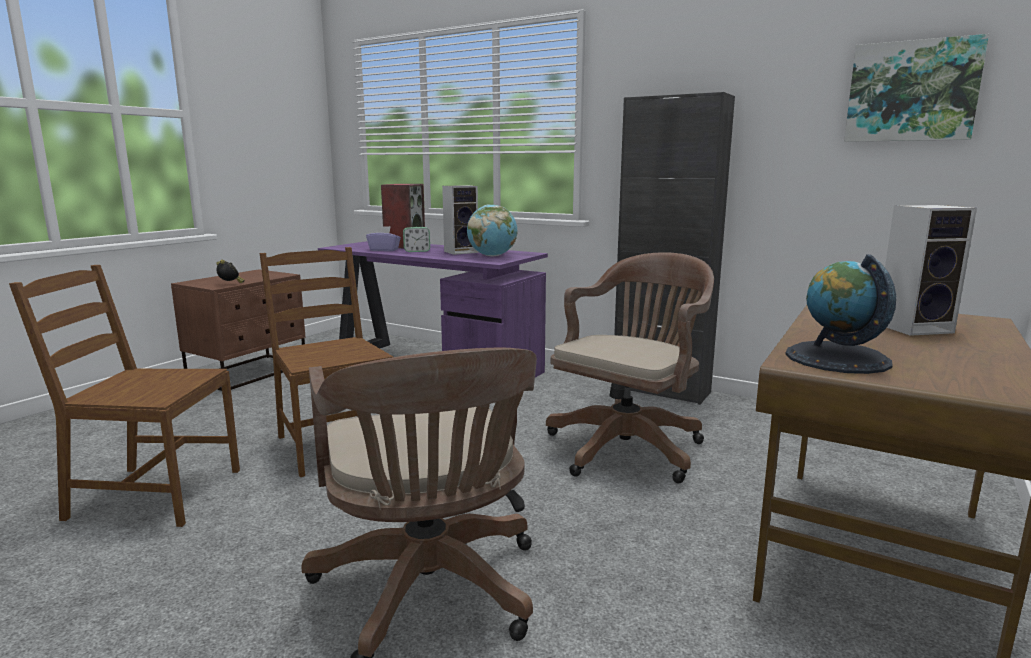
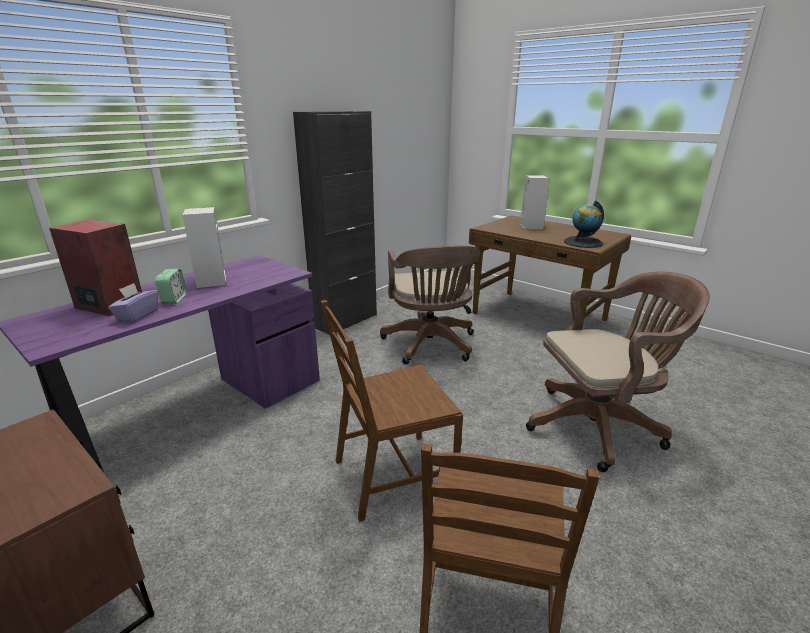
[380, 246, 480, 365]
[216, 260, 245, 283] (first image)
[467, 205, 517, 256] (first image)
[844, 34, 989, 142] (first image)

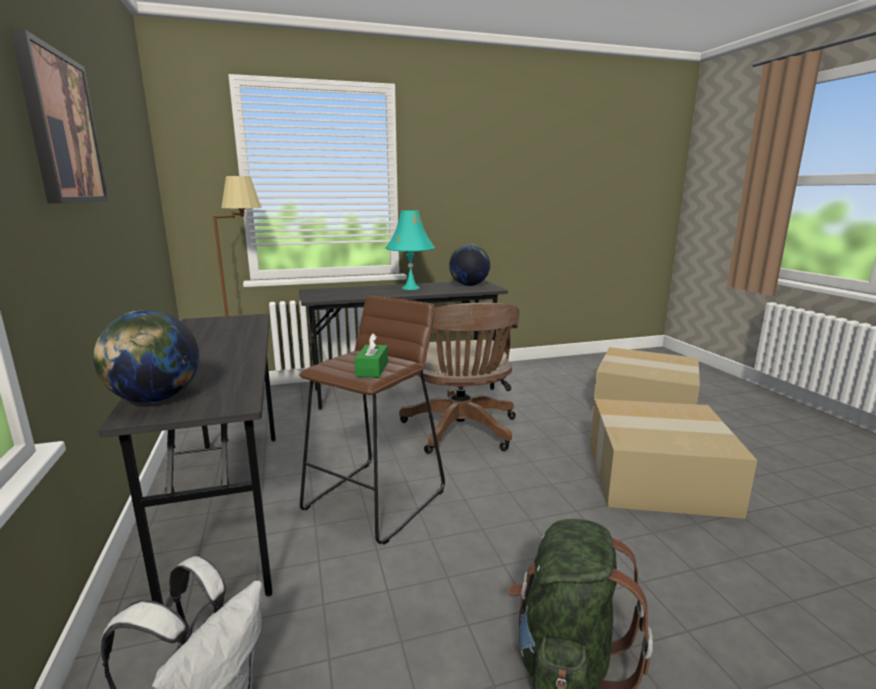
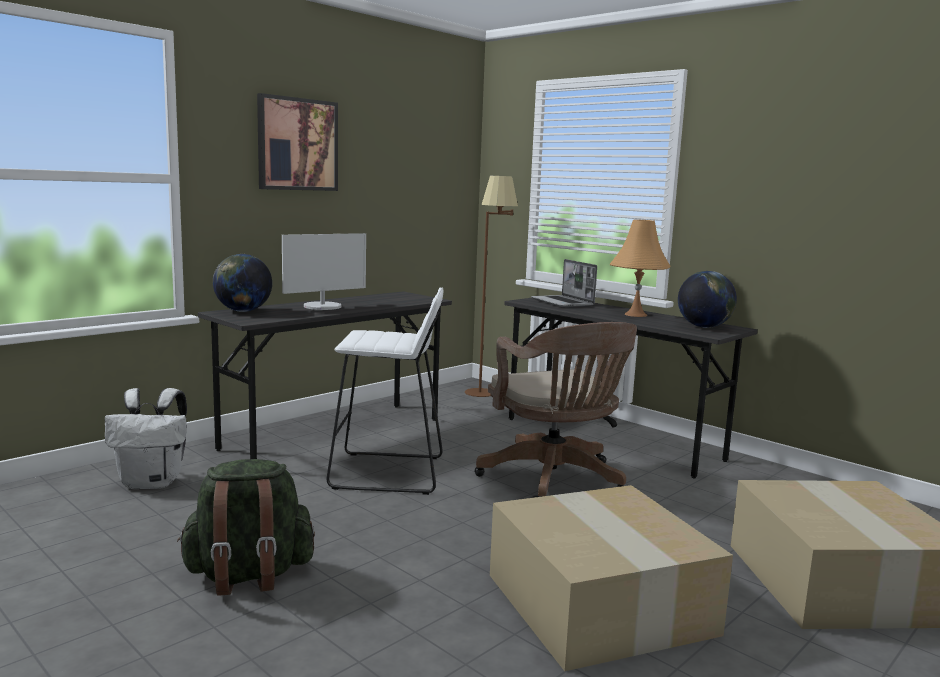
[282, 233, 366, 310]
[326, 288, 444, 495]
[474, 322, 637, 498]
[531, 259, 597, 308]
[610, 220, 671, 317]
[355, 333, 388, 378] (first image)

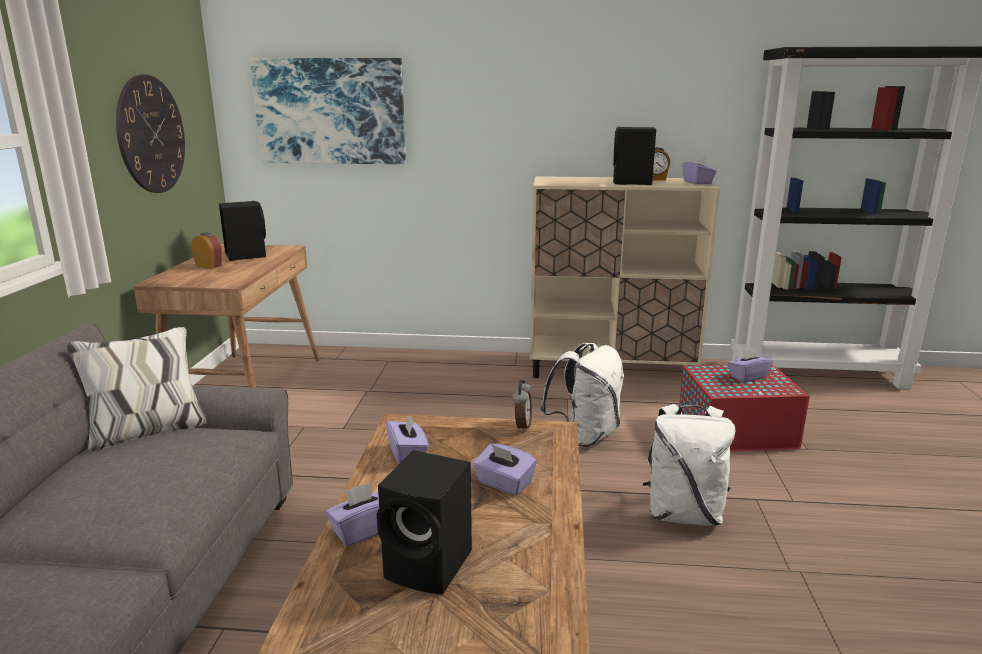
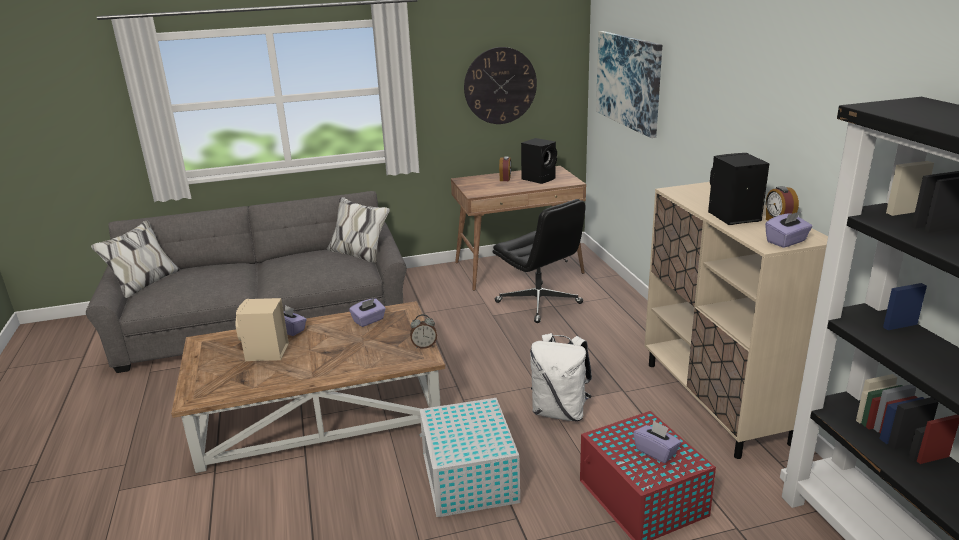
[236, 298, 289, 361]
[420, 398, 520, 517]
[493, 199, 586, 323]
[473, 444, 537, 495] (first image)

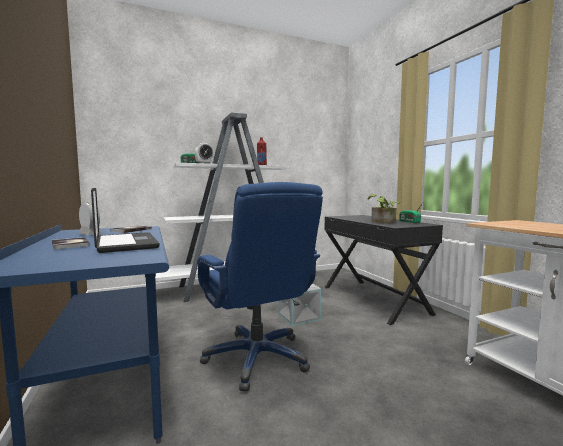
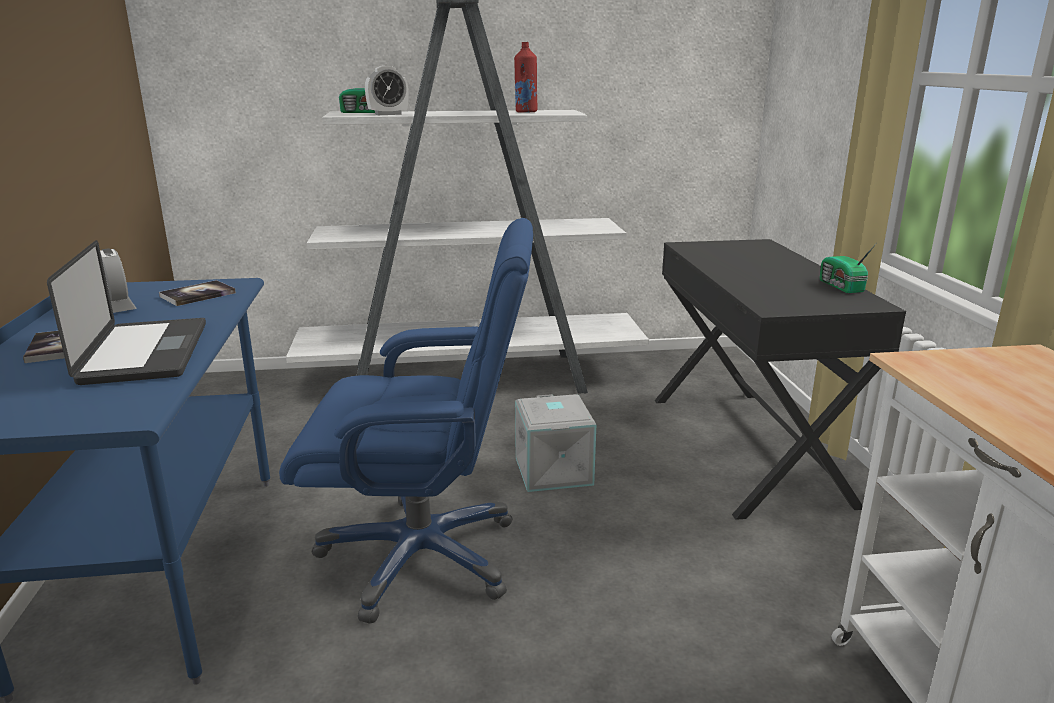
[279, 218, 533, 624]
[368, 194, 400, 223] (first image)

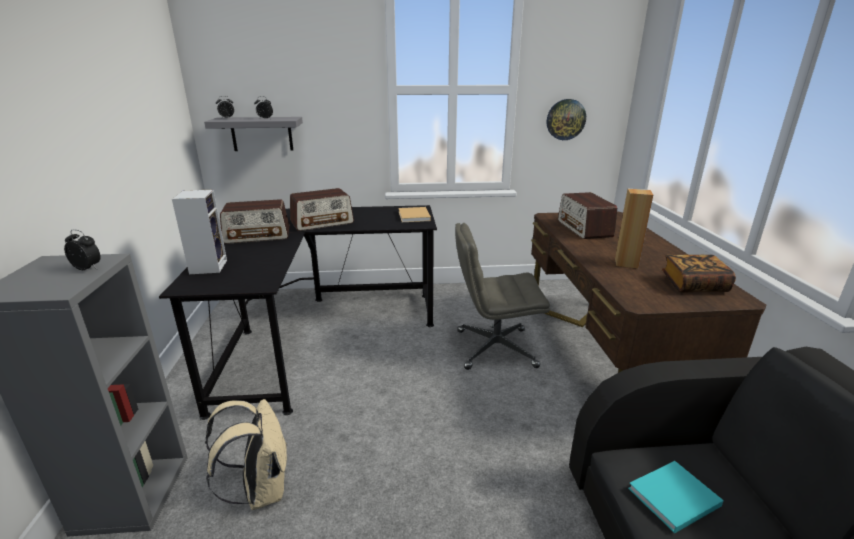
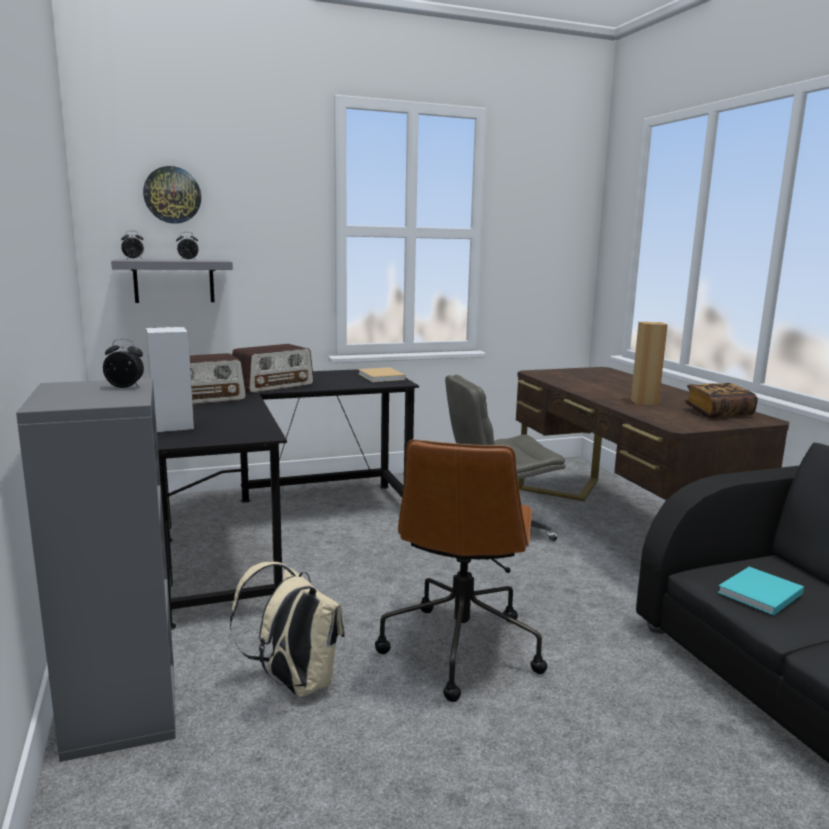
[143, 166, 201, 224]
[375, 439, 547, 702]
[558, 192, 617, 239] (first image)

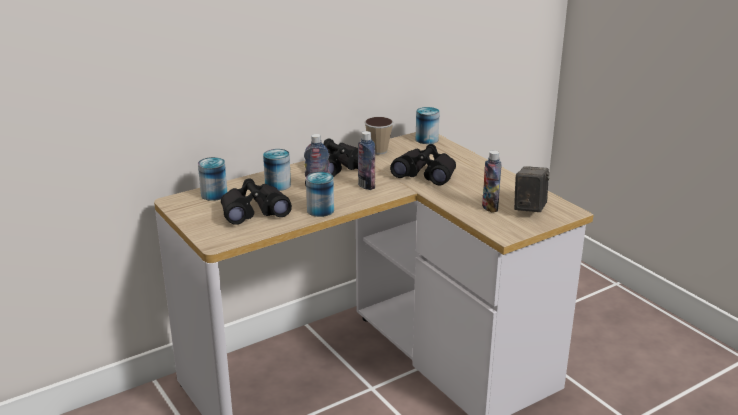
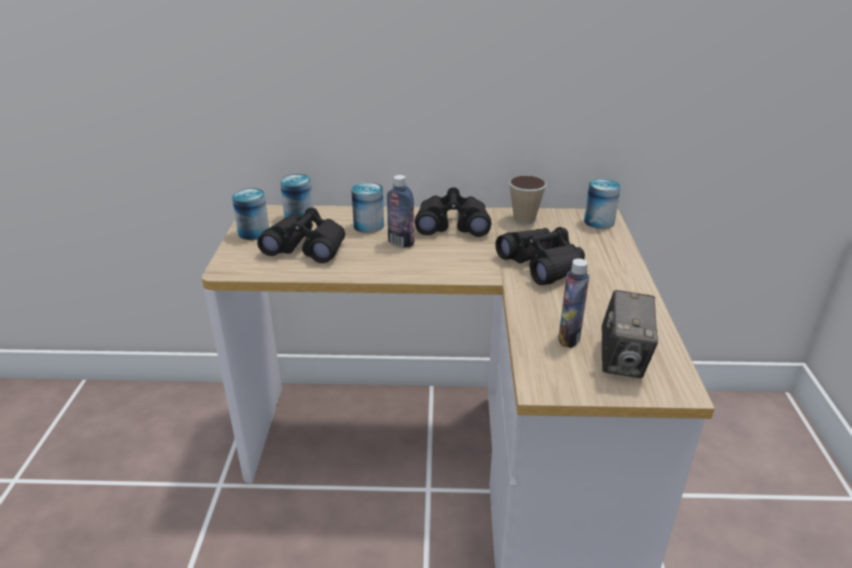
[232, 188, 269, 240]
[601, 290, 658, 378]
[358, 131, 375, 190] (first image)

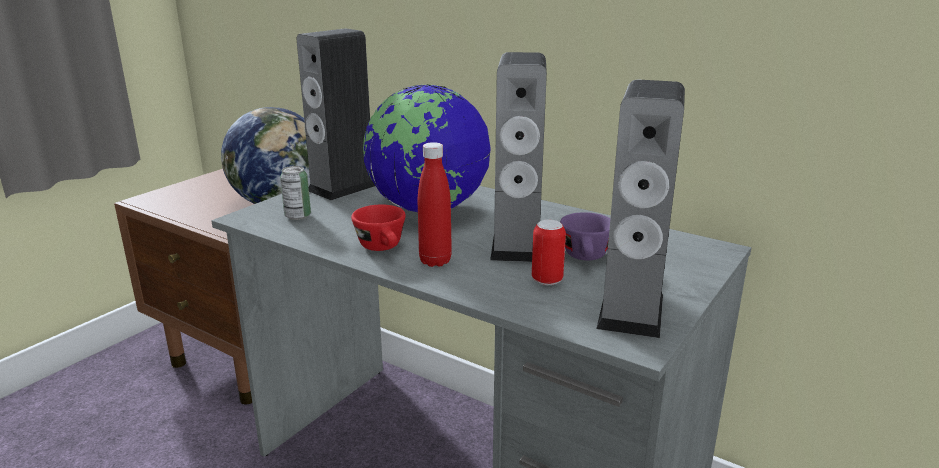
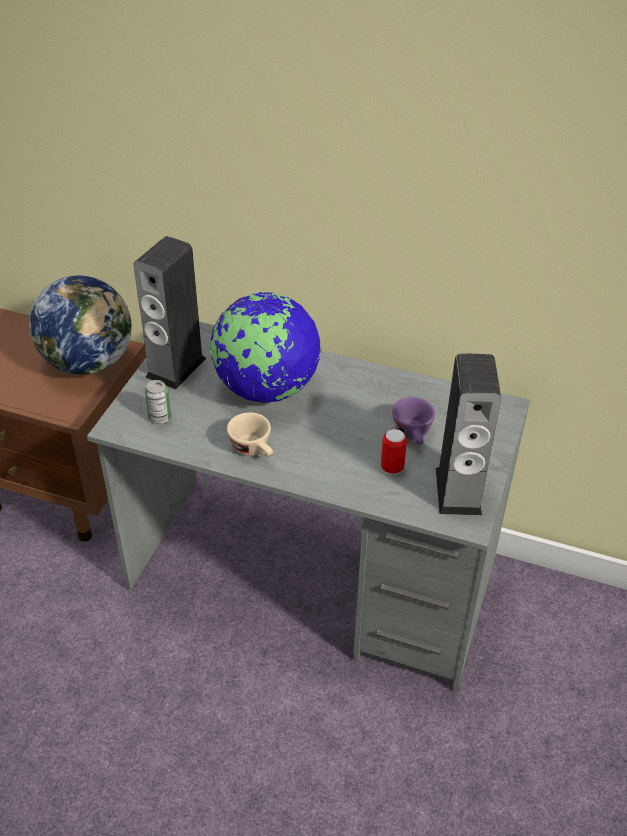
[227, 412, 273, 457]
[418, 142, 452, 267] (first image)
[490, 52, 547, 262] (first image)

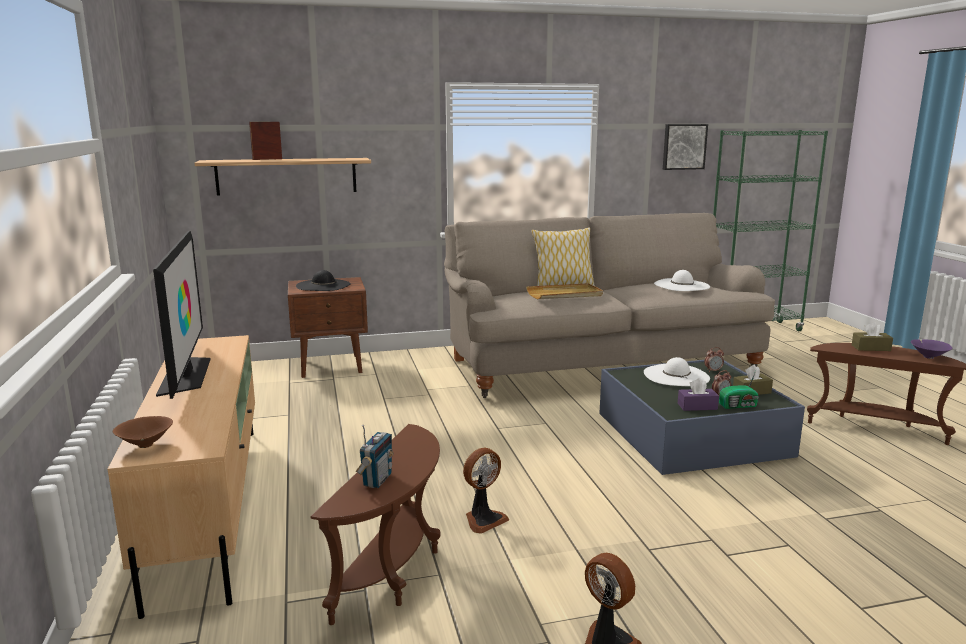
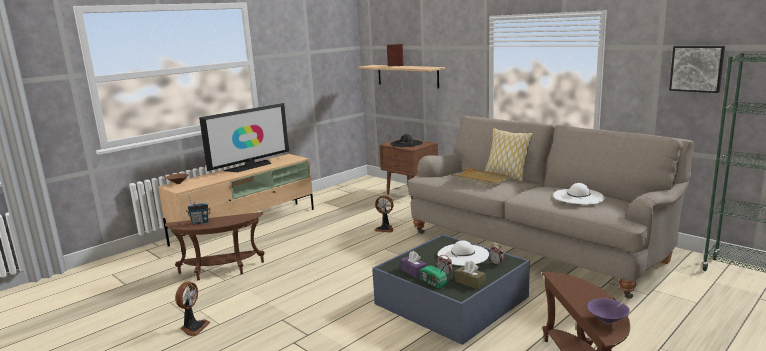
[374, 195, 394, 233]
[852, 322, 893, 351] (first image)

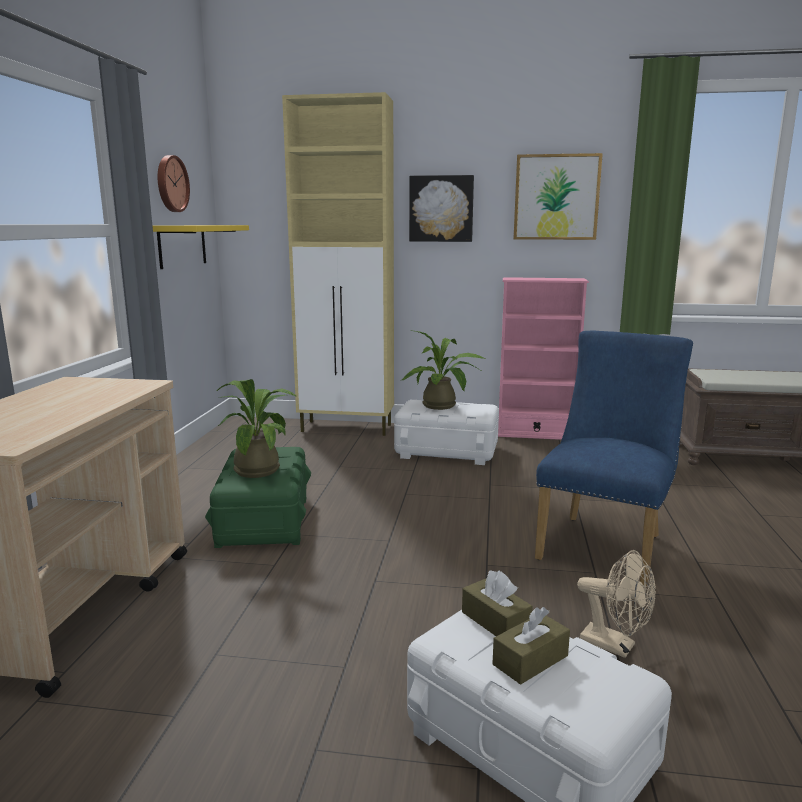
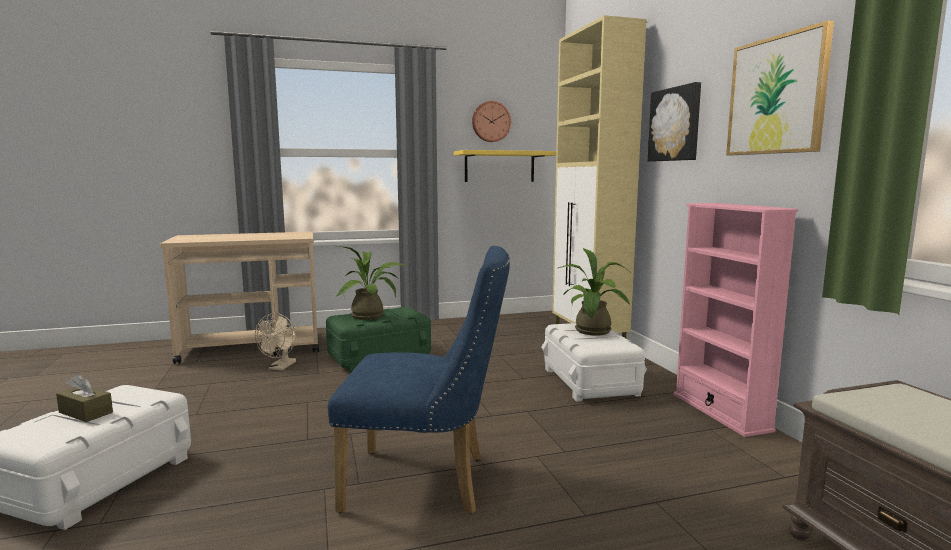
[255, 313, 296, 370]
[462, 570, 533, 636] (first image)

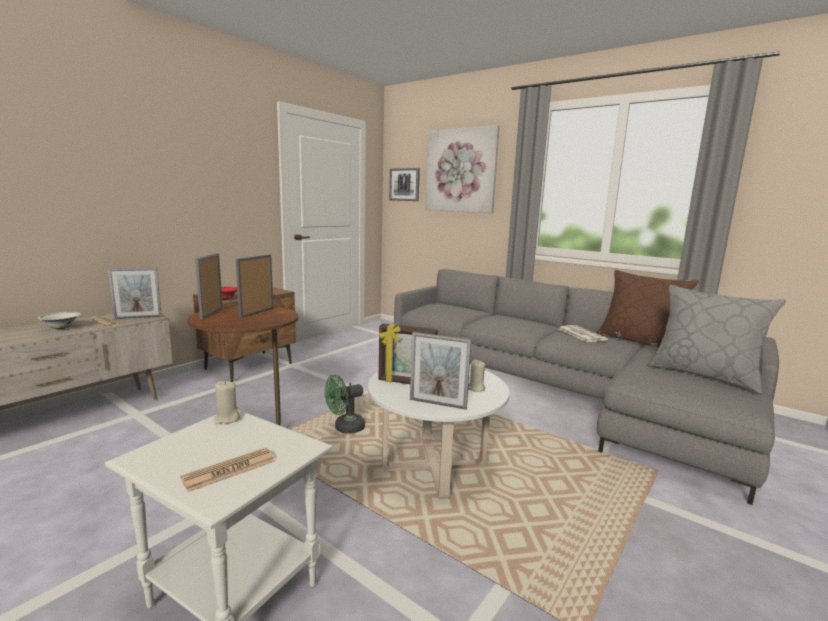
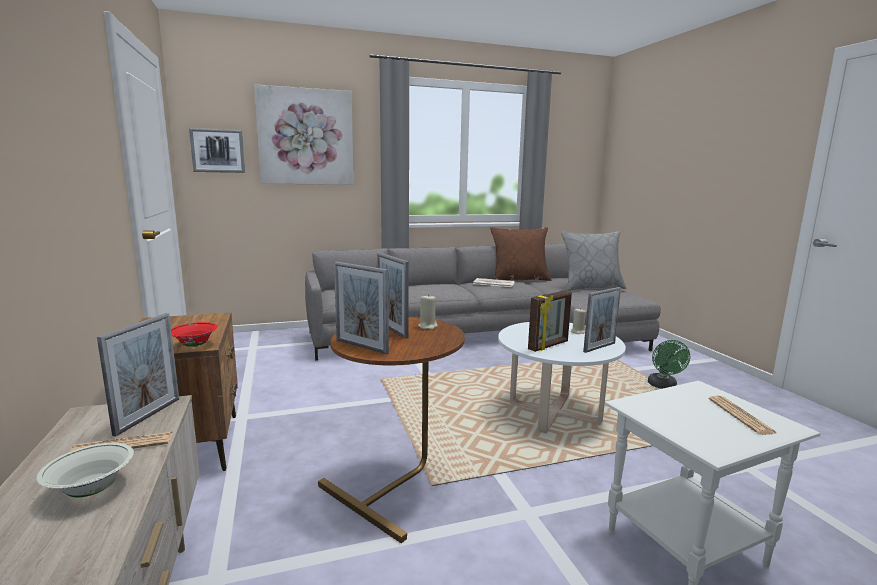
[418, 294, 438, 330]
[648, 340, 690, 389]

